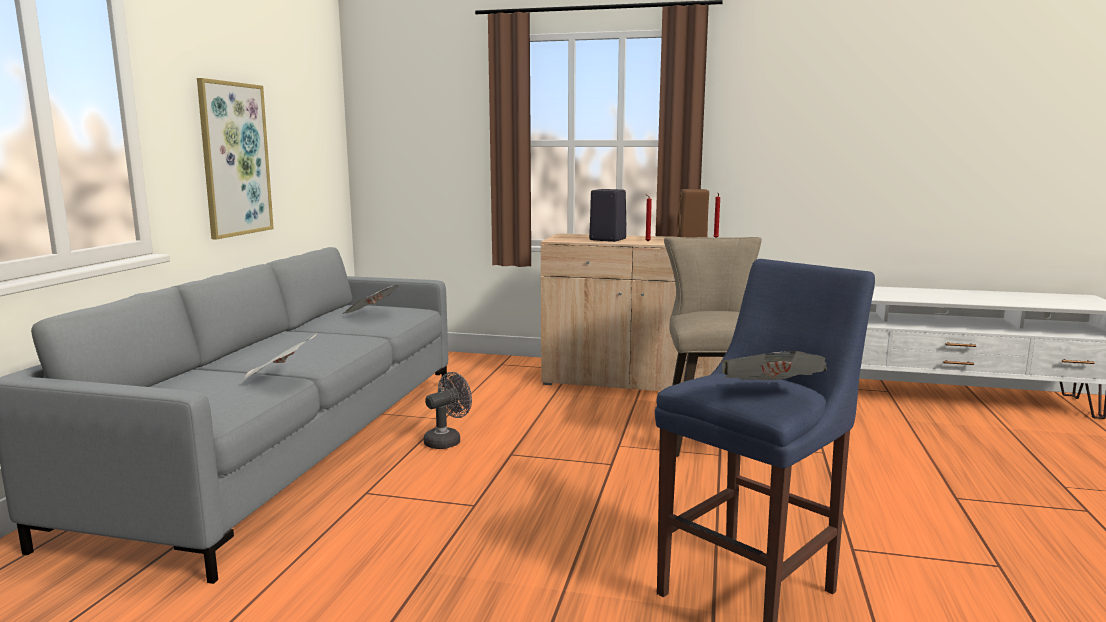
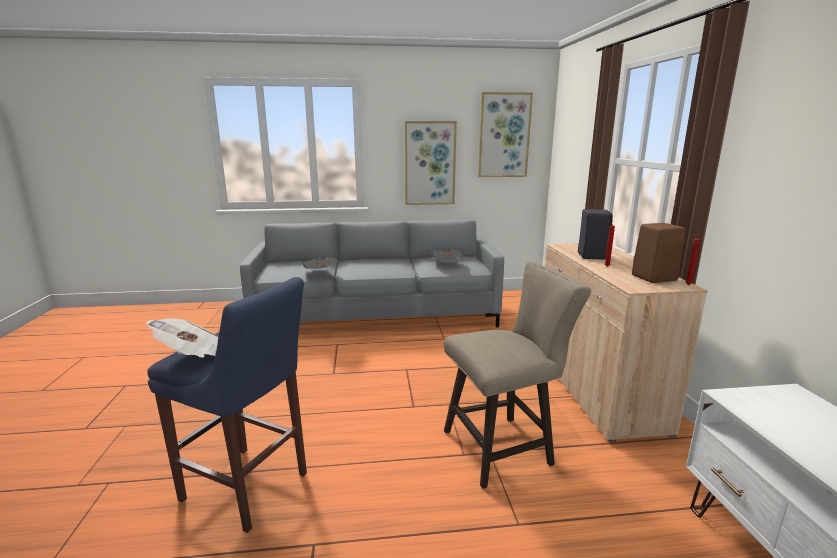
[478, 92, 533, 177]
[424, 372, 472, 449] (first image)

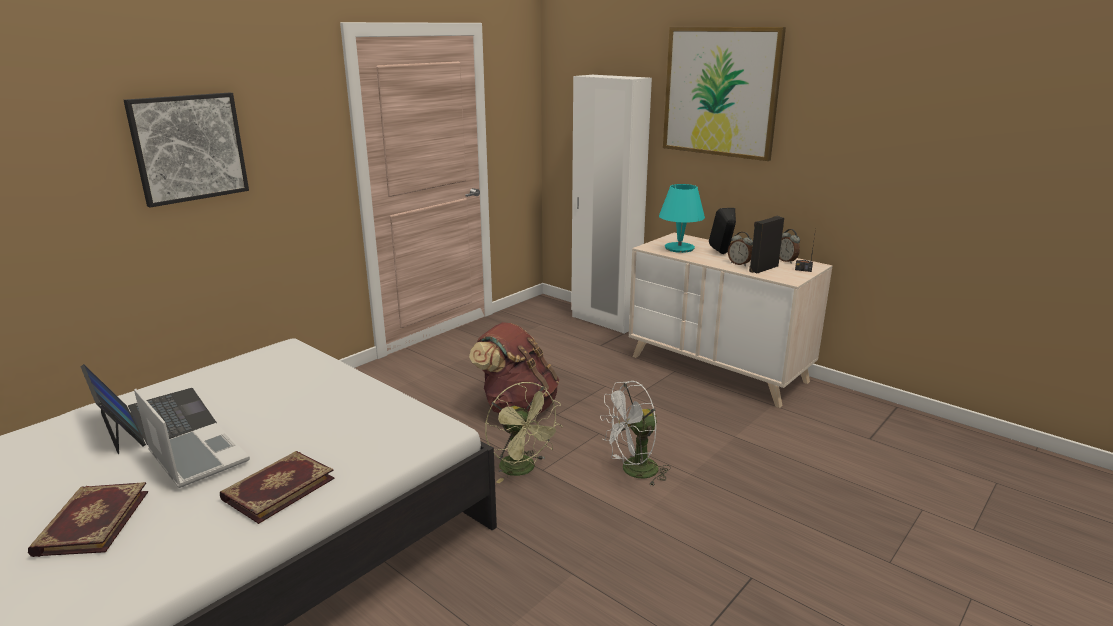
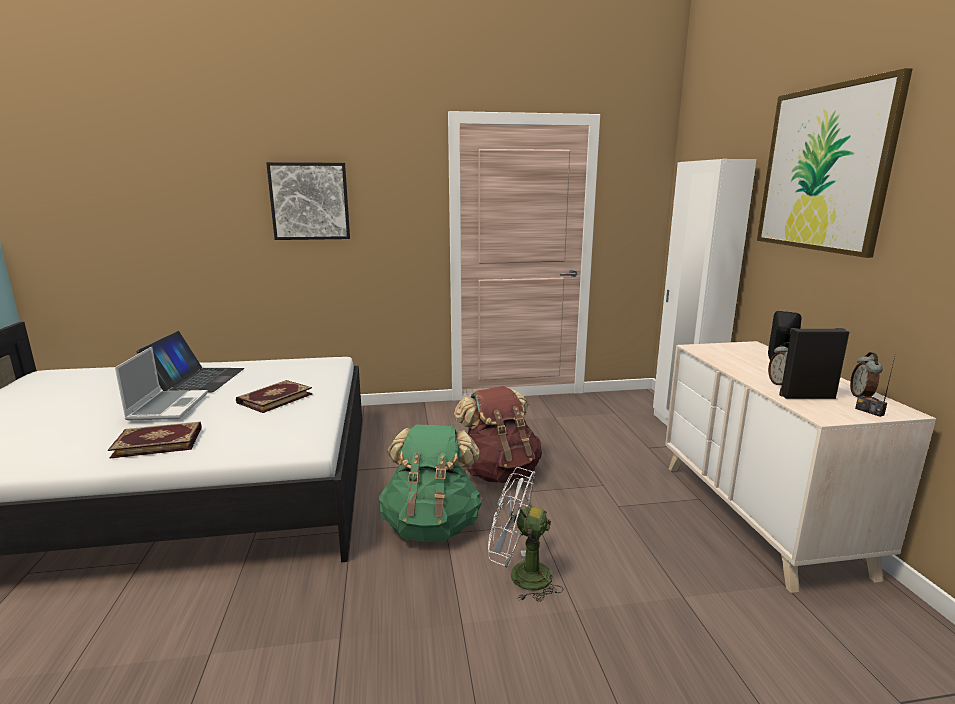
[236, 380, 312, 413]
[379, 425, 482, 542]
[659, 184, 705, 253] (first image)

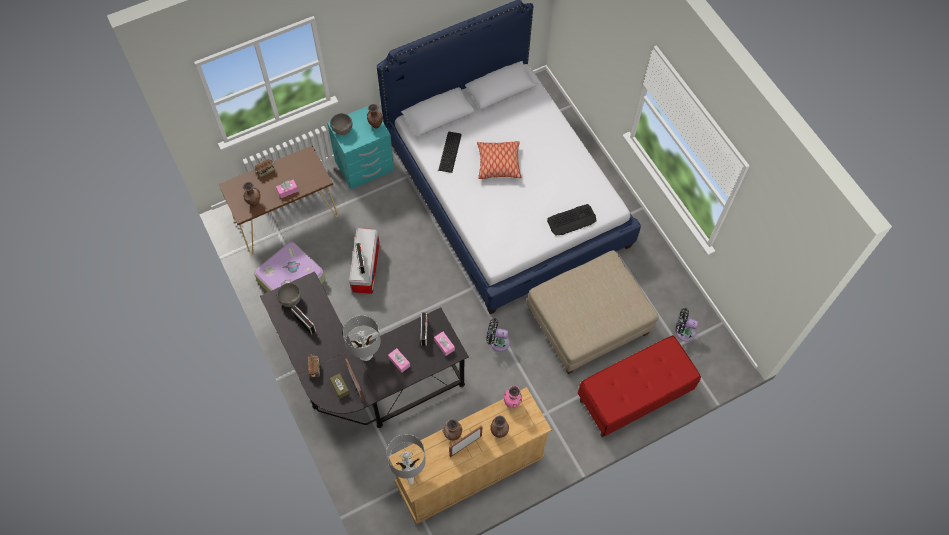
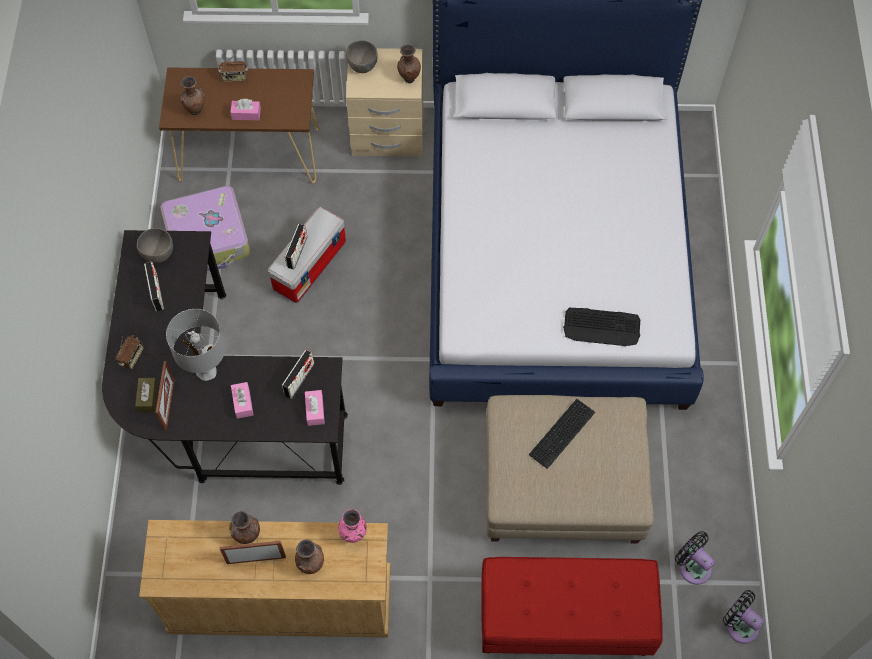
[346, 48, 423, 157]
[529, 399, 595, 469]
[723, 590, 764, 644]
[387, 434, 426, 484] (first image)
[477, 141, 522, 179] (first image)

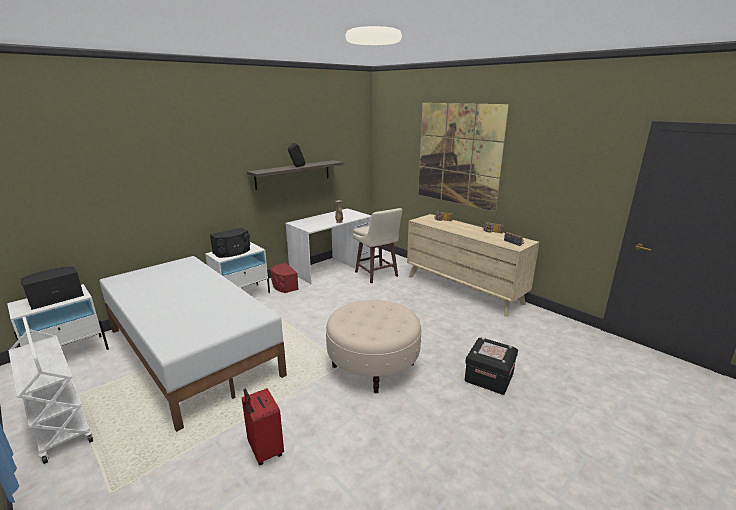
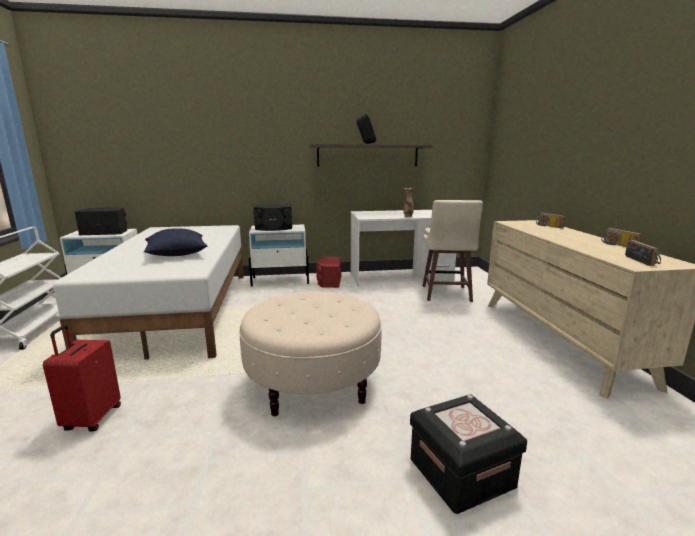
[144, 228, 207, 256]
[418, 103, 509, 212] (first image)

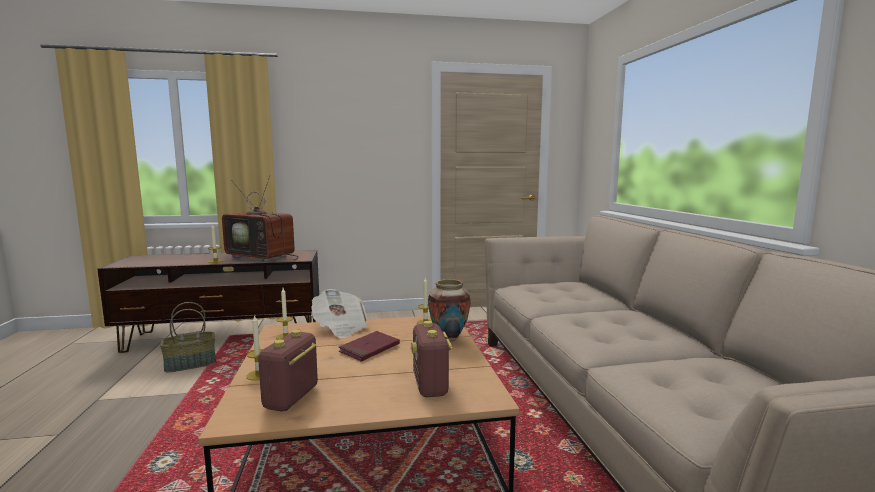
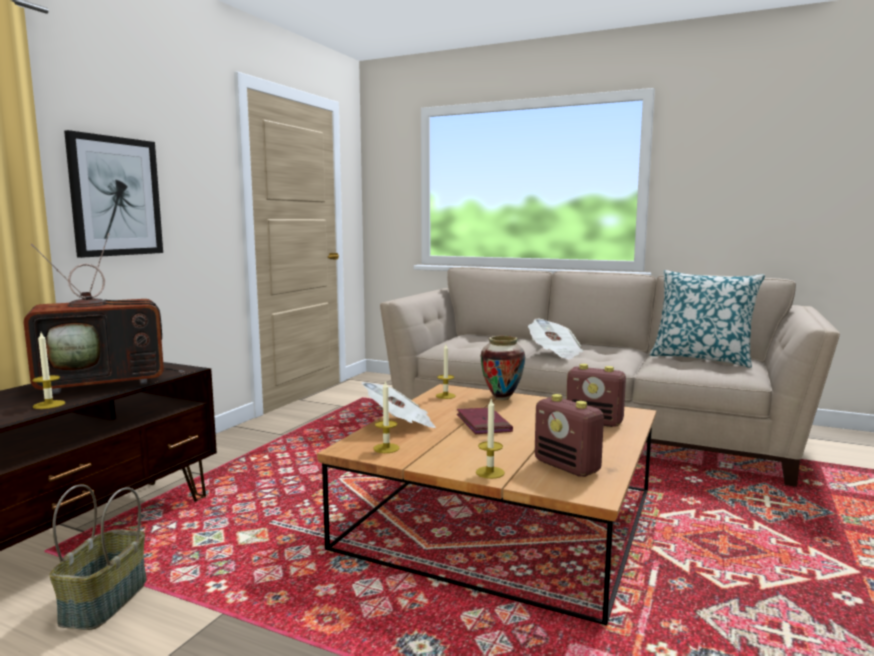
[64, 130, 163, 258]
[528, 319, 584, 359]
[649, 270, 765, 368]

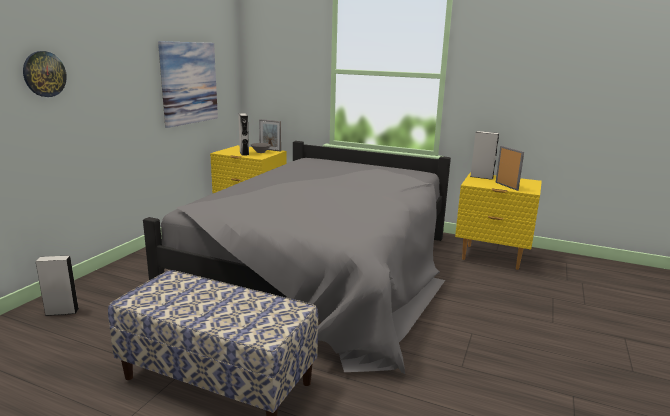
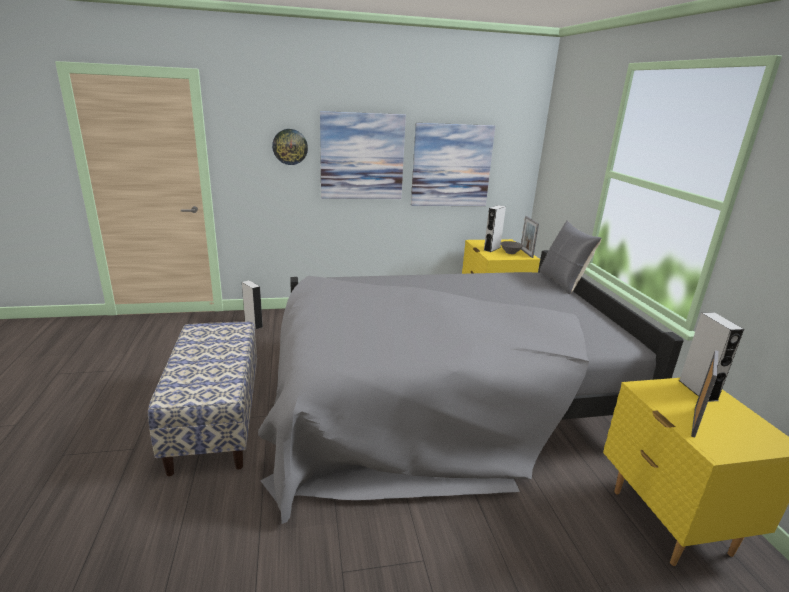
[320, 111, 406, 199]
[540, 220, 602, 294]

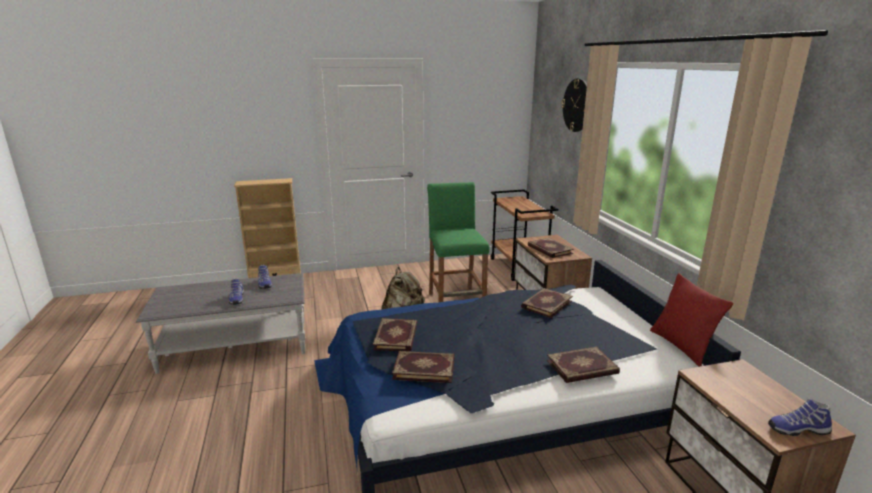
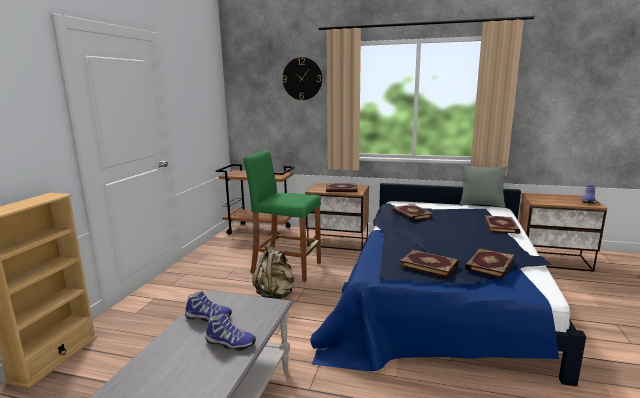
[459, 165, 507, 208]

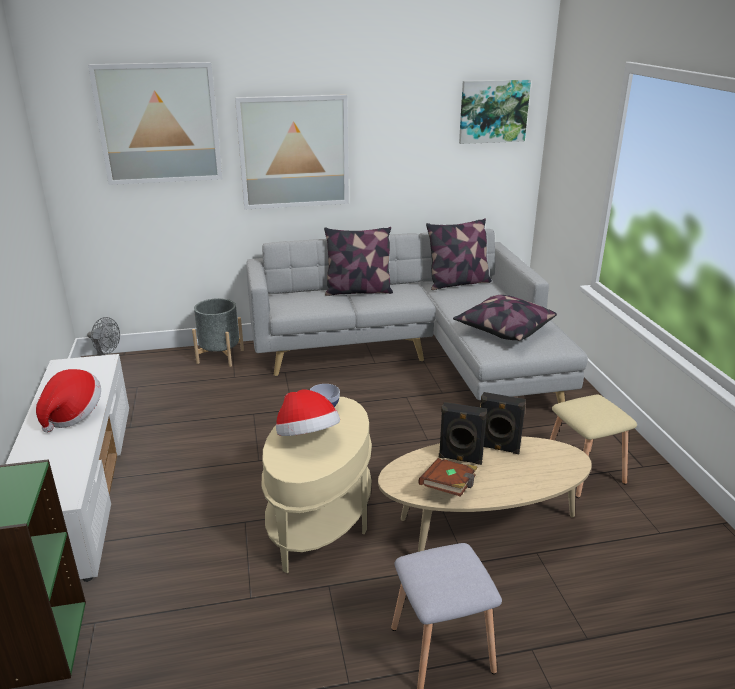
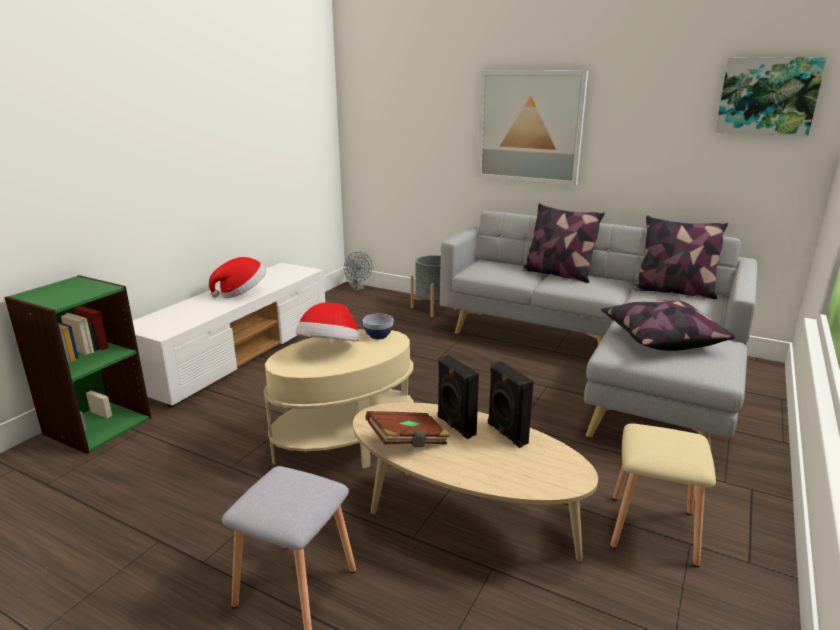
[88, 62, 223, 185] (first image)

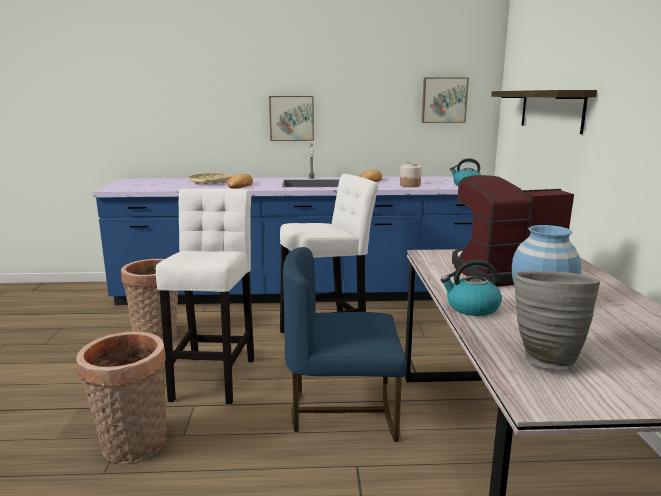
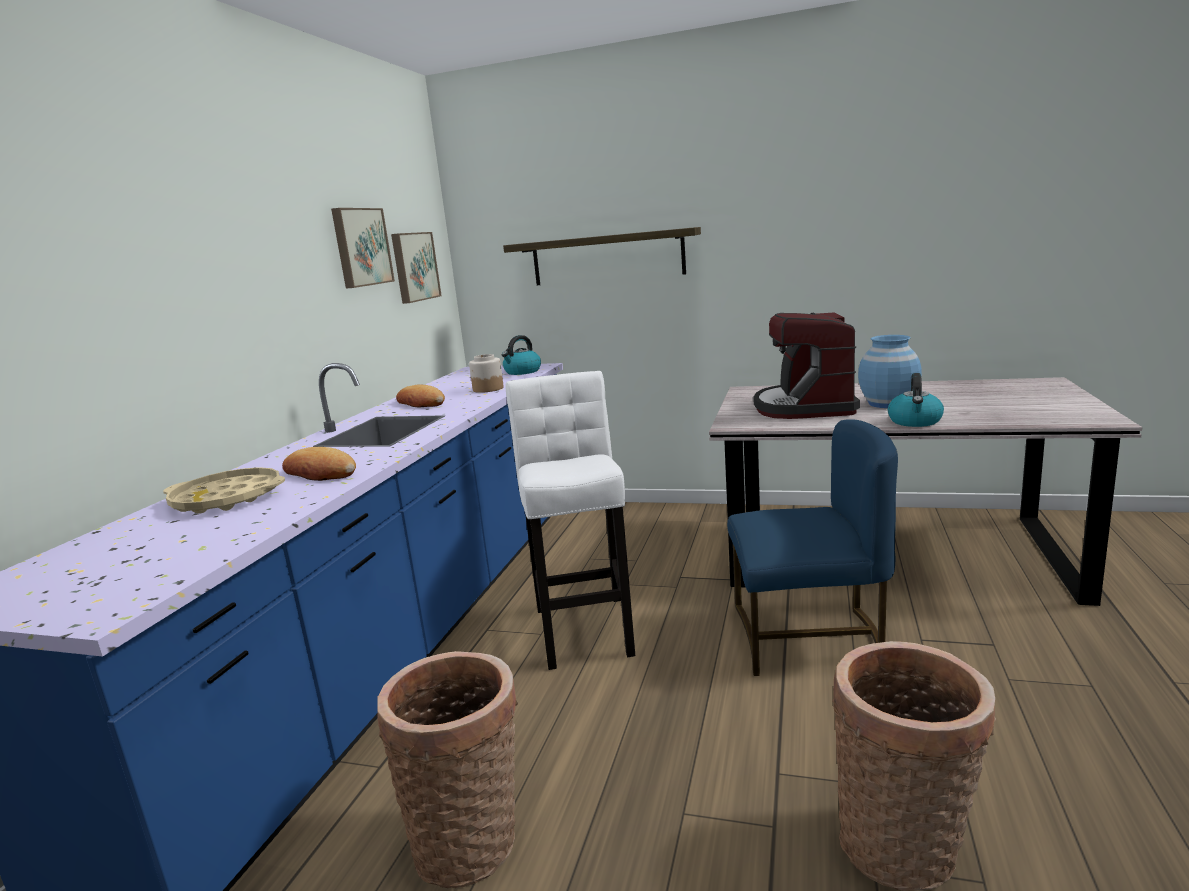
[331, 208, 395, 289]
[727, 419, 898, 676]
[156, 188, 254, 404] (first image)
[514, 271, 601, 369] (first image)

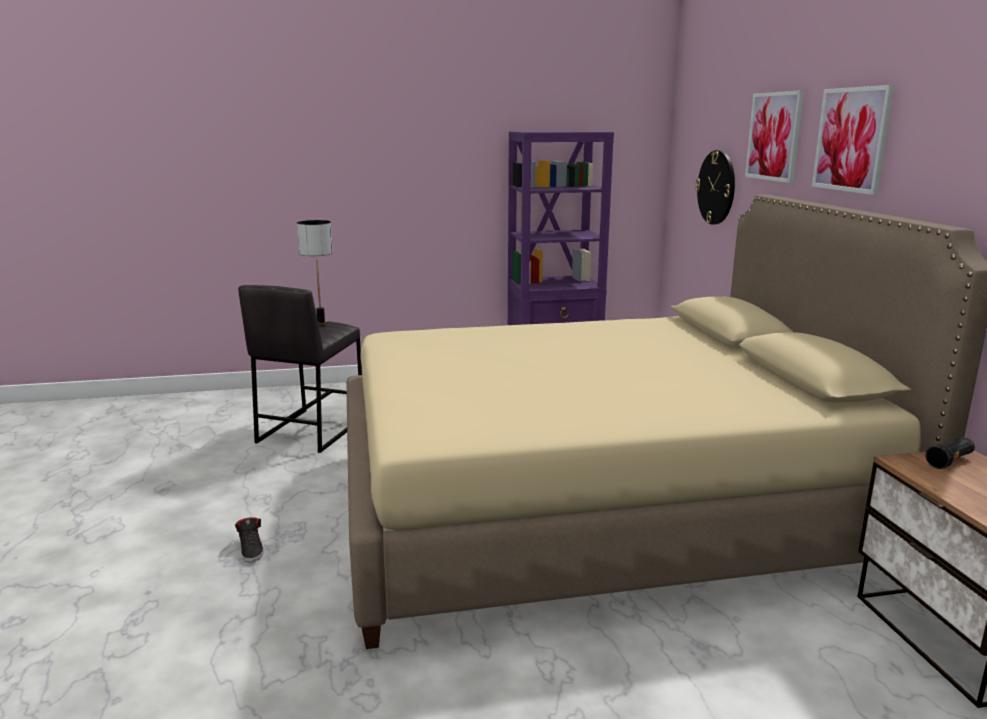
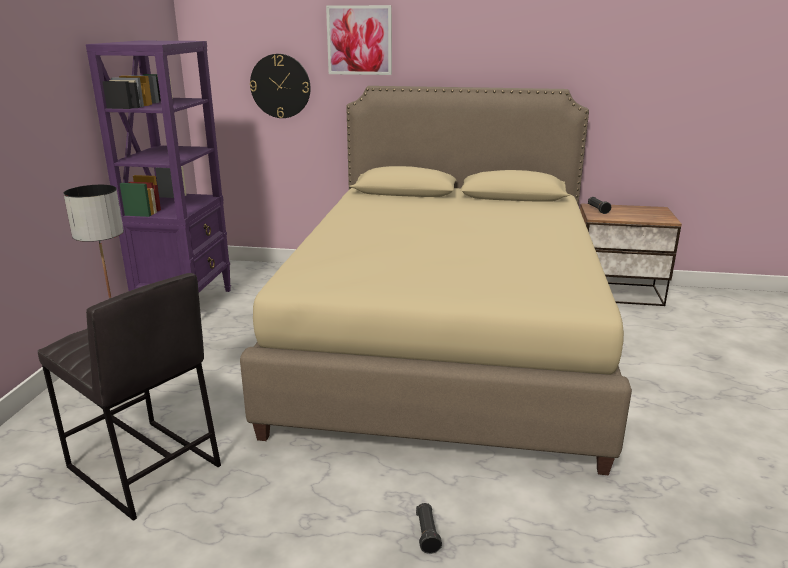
[416, 503, 442, 554]
[812, 85, 894, 195] (first image)

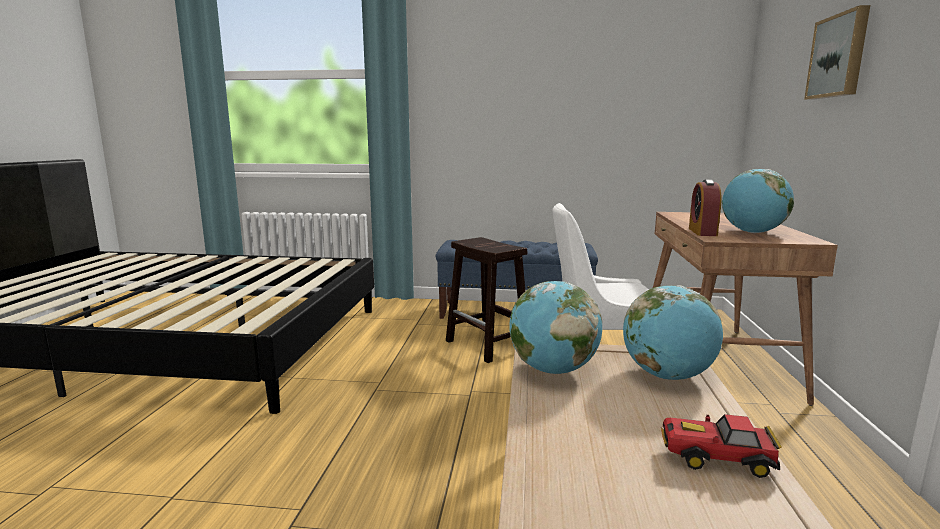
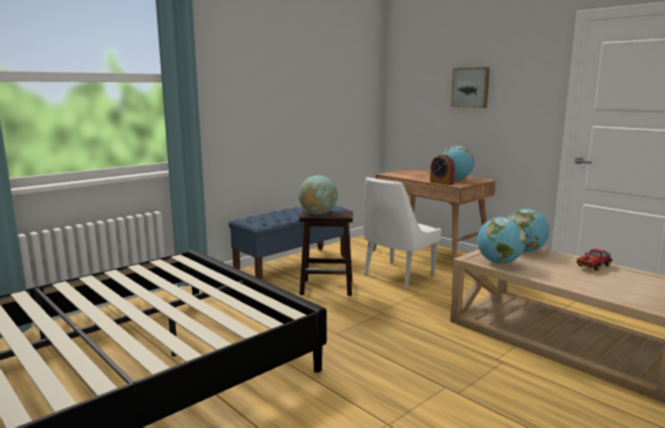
[298, 175, 338, 215]

